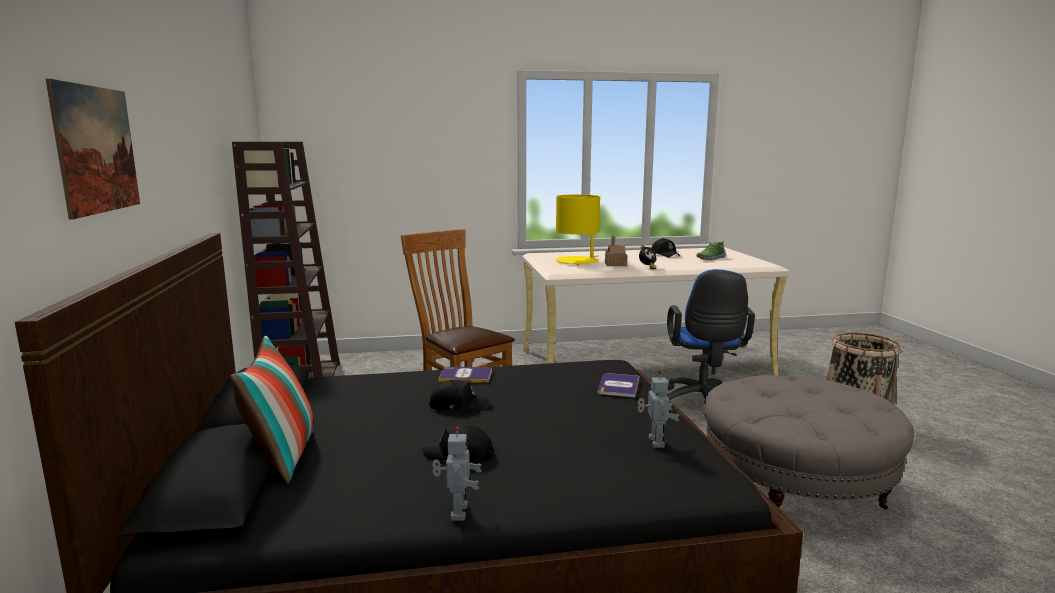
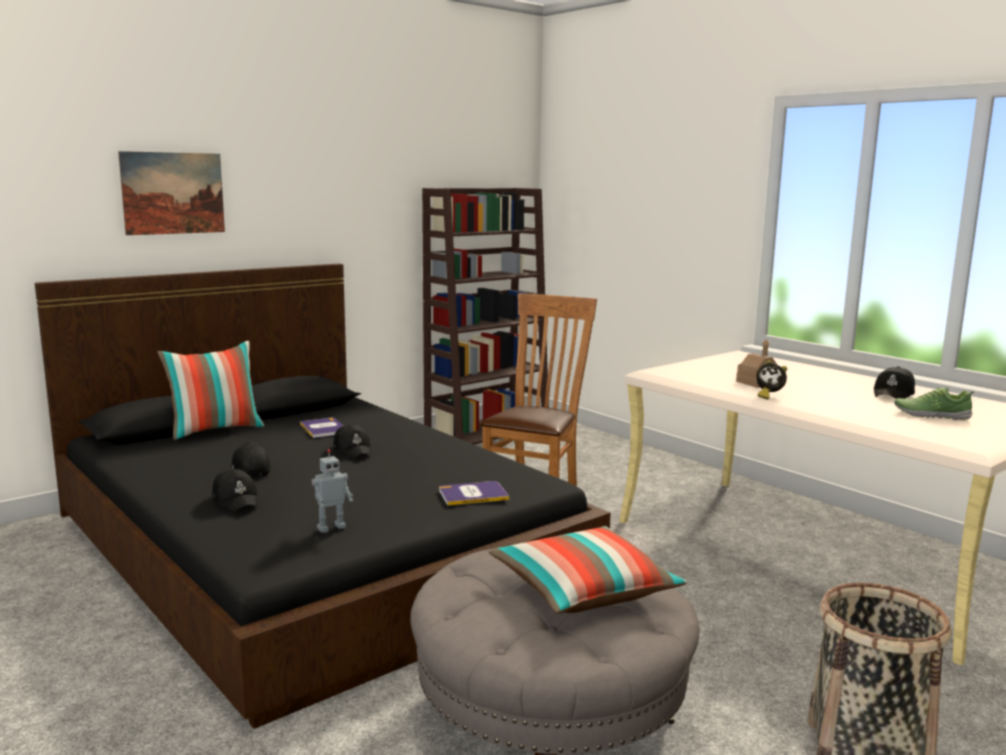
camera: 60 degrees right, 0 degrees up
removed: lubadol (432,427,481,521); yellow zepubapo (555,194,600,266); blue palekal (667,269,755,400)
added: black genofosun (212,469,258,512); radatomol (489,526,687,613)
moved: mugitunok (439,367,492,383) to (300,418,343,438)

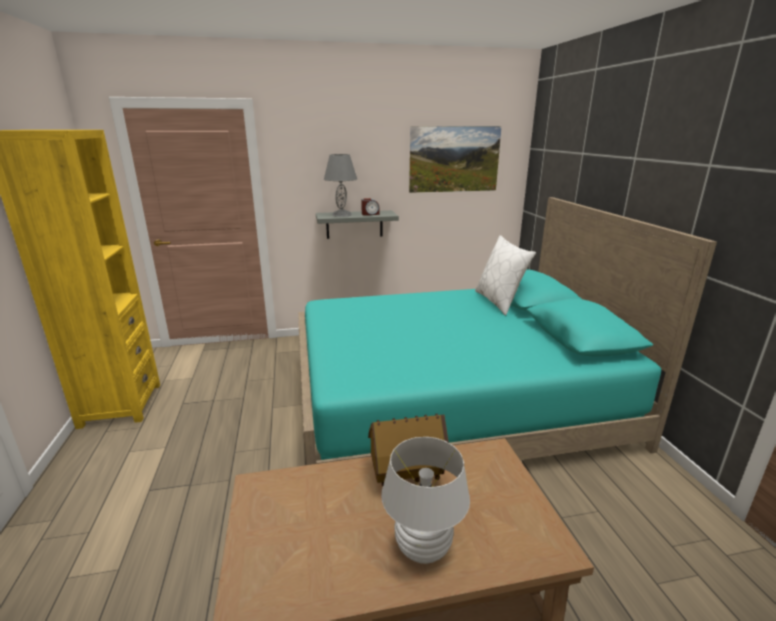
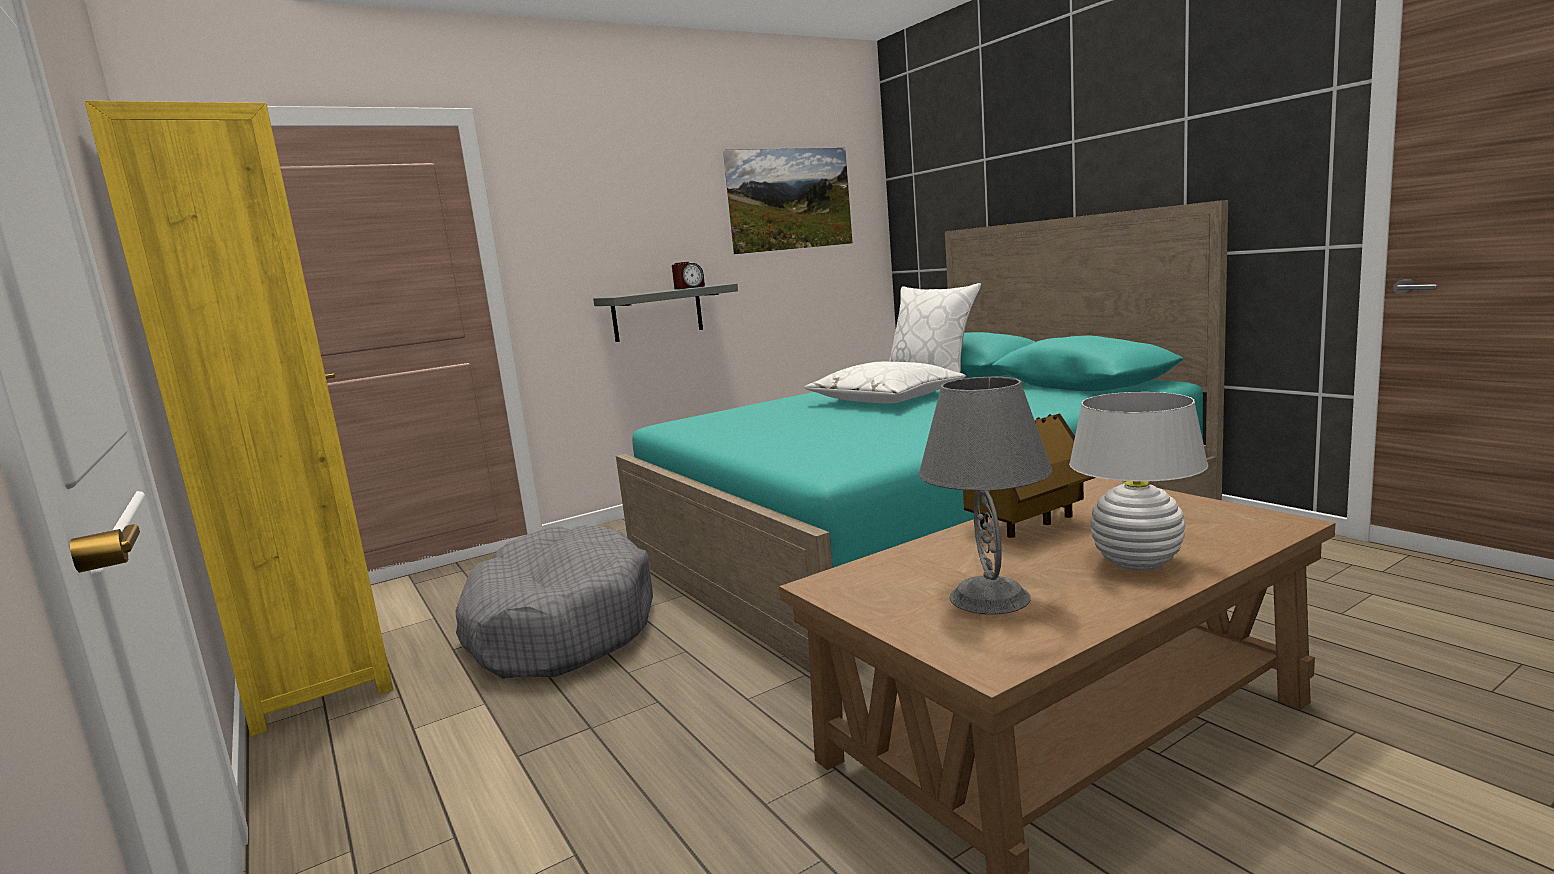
camera: 20 degrees left, 10 degrees down
added: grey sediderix (456,525,653,679); white radatomol (804,362,966,403)
moved: grey zepubapo (324,154,357,217) to (919,377,1052,615)

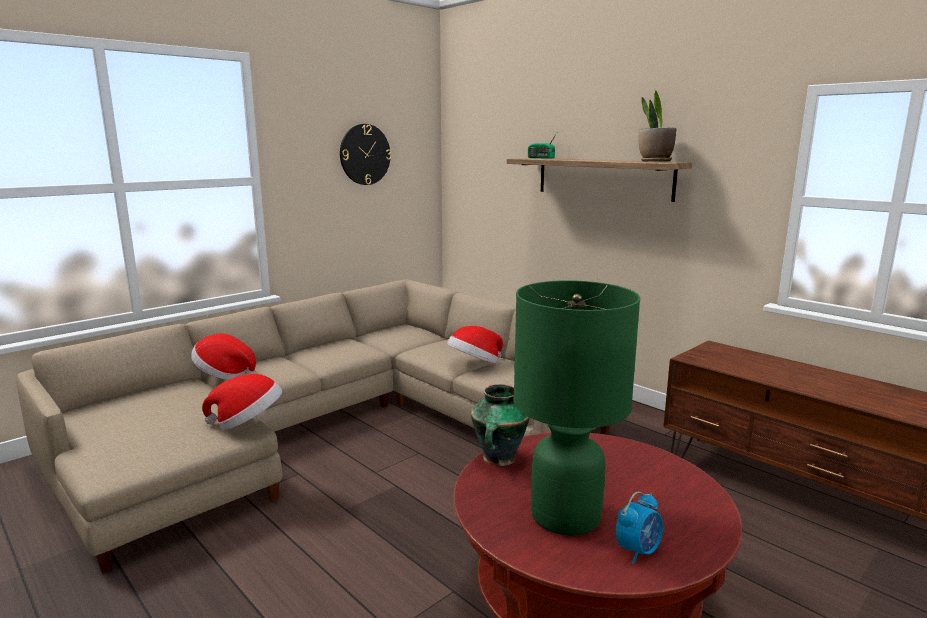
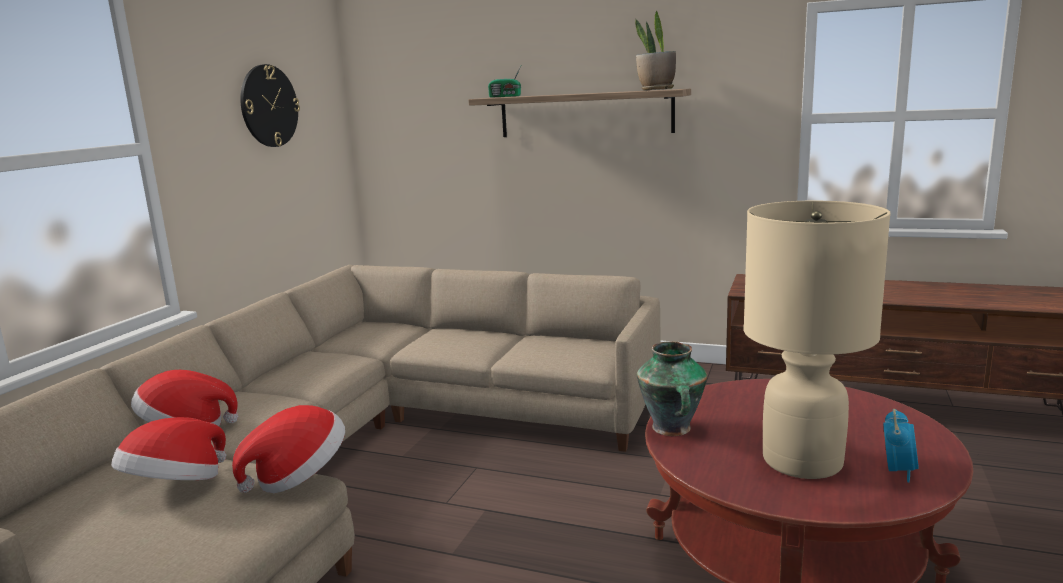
camera: 25 degrees left, 0 degrees up
moved: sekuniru (447,326,503,364) to (111,417,226,480)
recoloured: green zepubapo (514,280,640,536) to beige zepubapo (744,201,891,479)

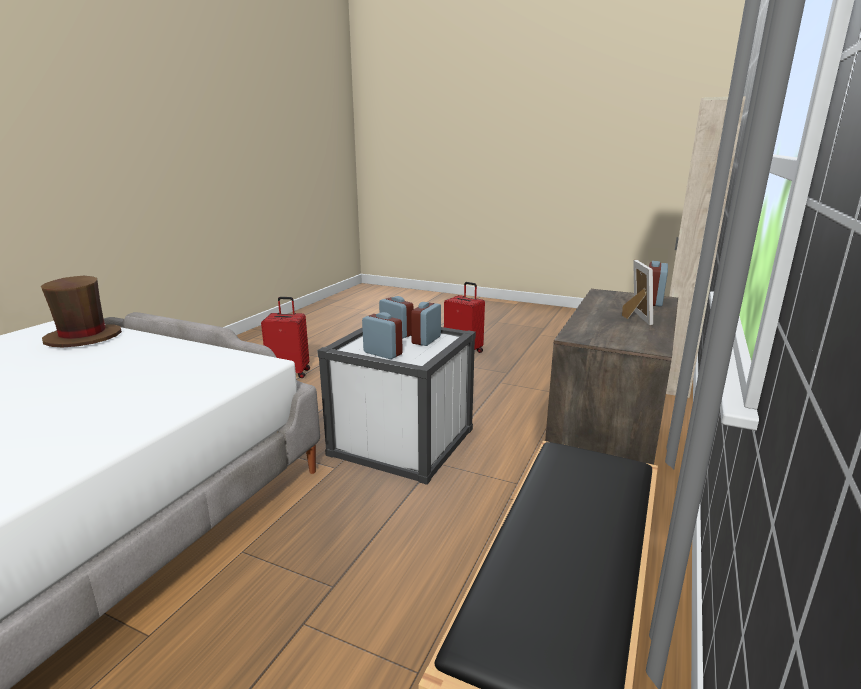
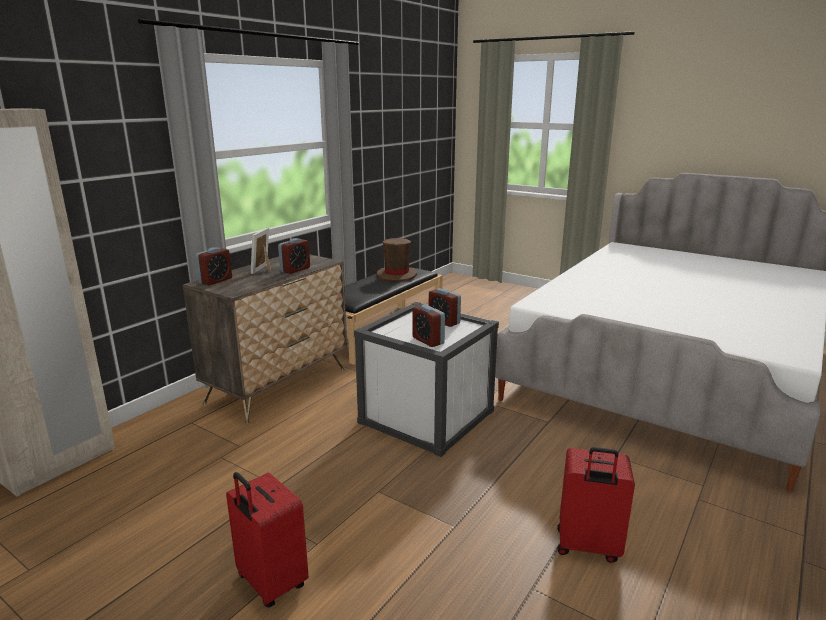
camera: 170 degrees left, 0 degrees up
moved: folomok (411,302,441,346) to (278,238,310,274); brown sekuniru (41,276,122,347) to (377,238,417,282)

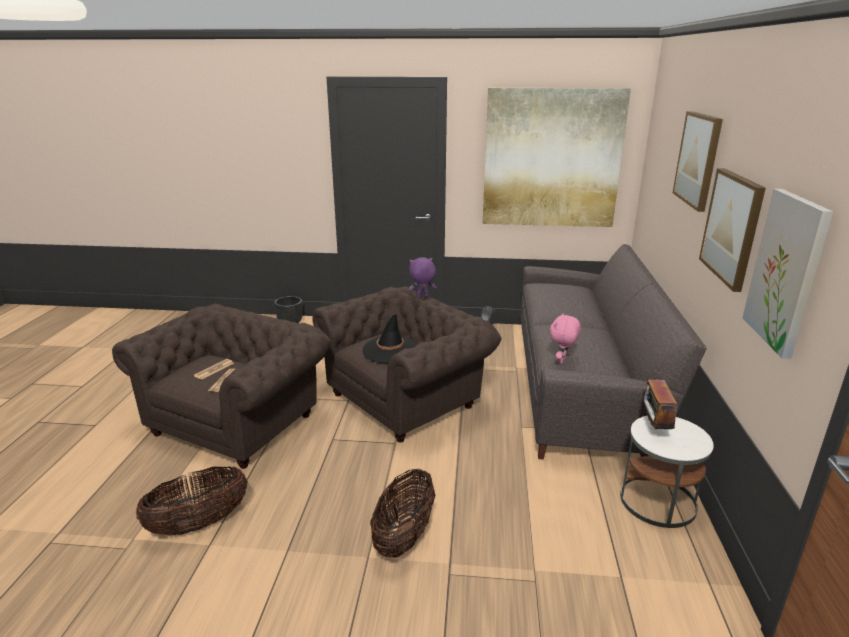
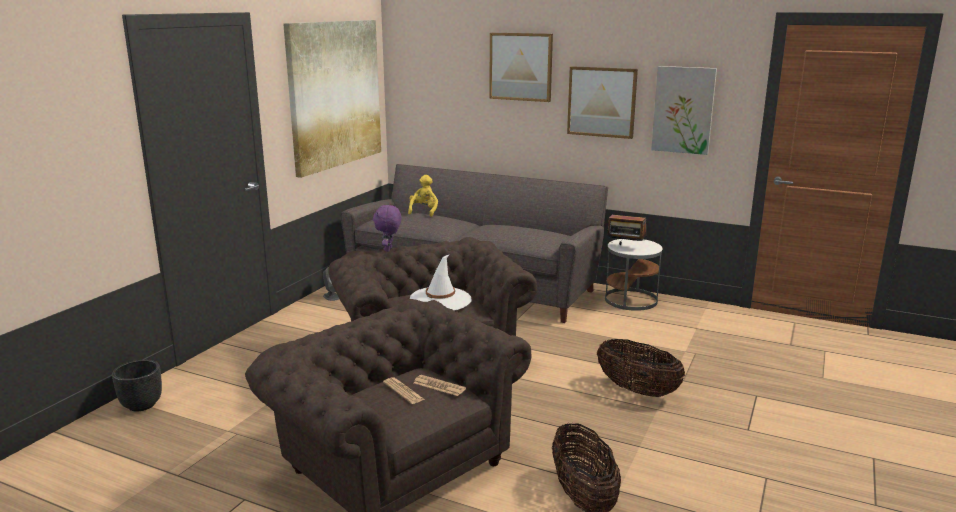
camera: 70 degrees left, 5 degrees down
removed: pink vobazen (550,313,581,364)
added: yellow vobazen (408,175,438,217)
recoloured: black sekuniru (362,314,417,363) to white sekuniru (410,254,471,311)

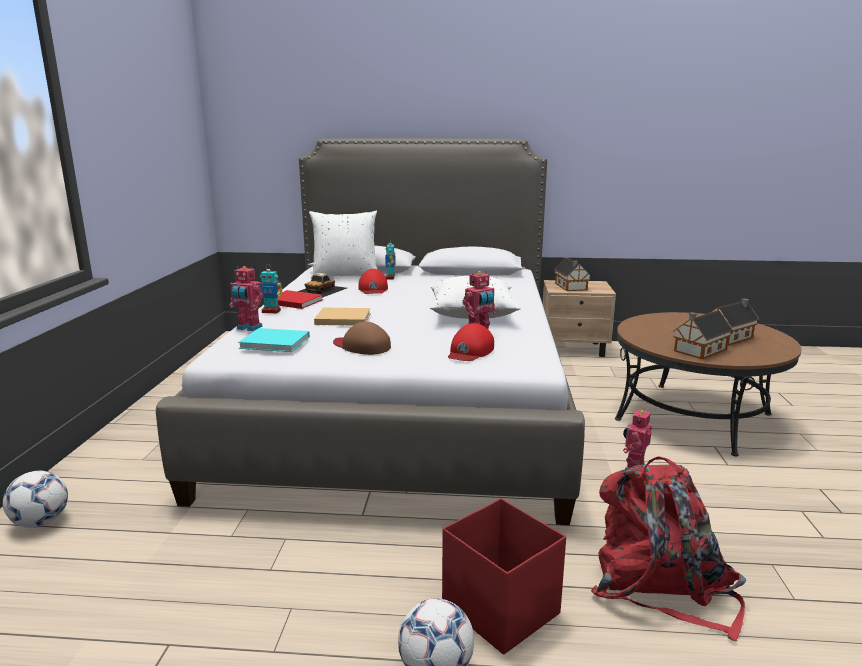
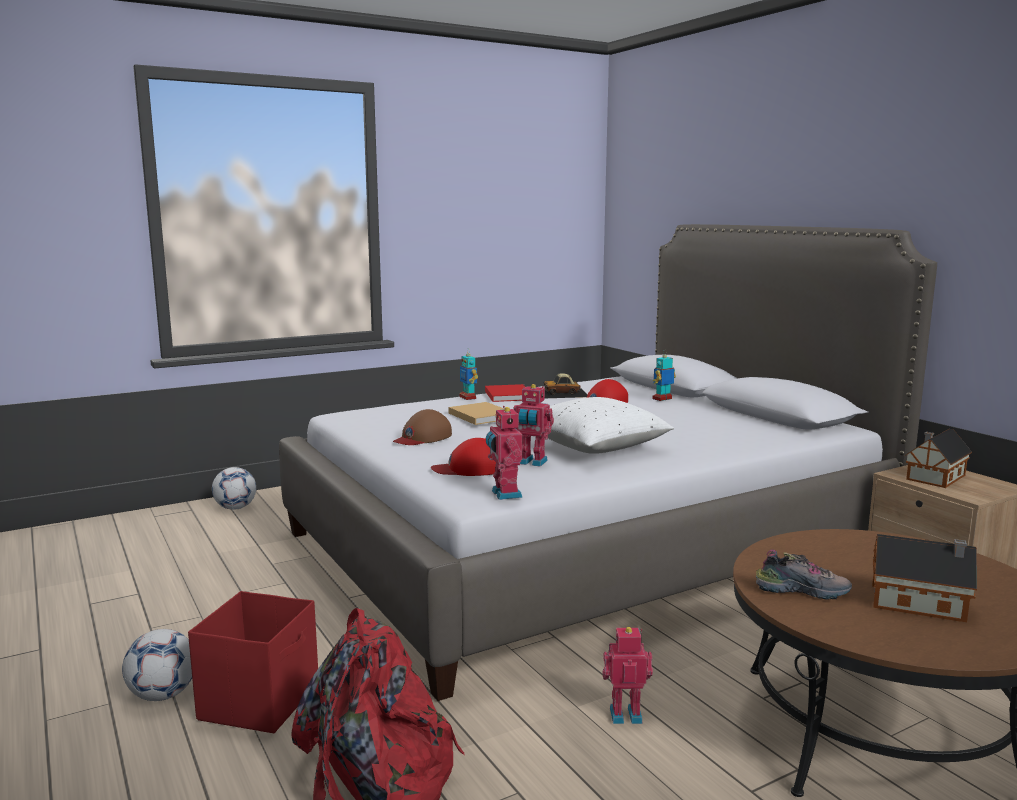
camera: 55 degrees right, 5 degrees down
removed: turquoise mugitunok (238,328,310,352); white radatomol (309,211,378,279)
moved: lubadol (229,266,263,331) to (486,406,523,500)
replaced: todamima (673,310,733,359) to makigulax (756,550,852,600)
turned: brown genofosun (333,321,391,355) = (393,409,452,445) 135 degrees counterclockwise

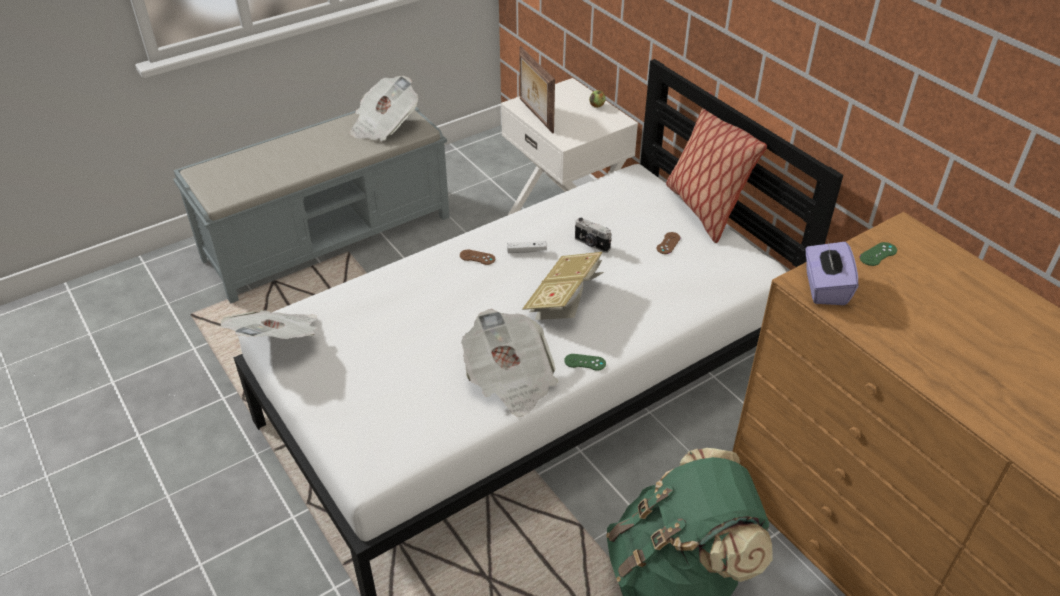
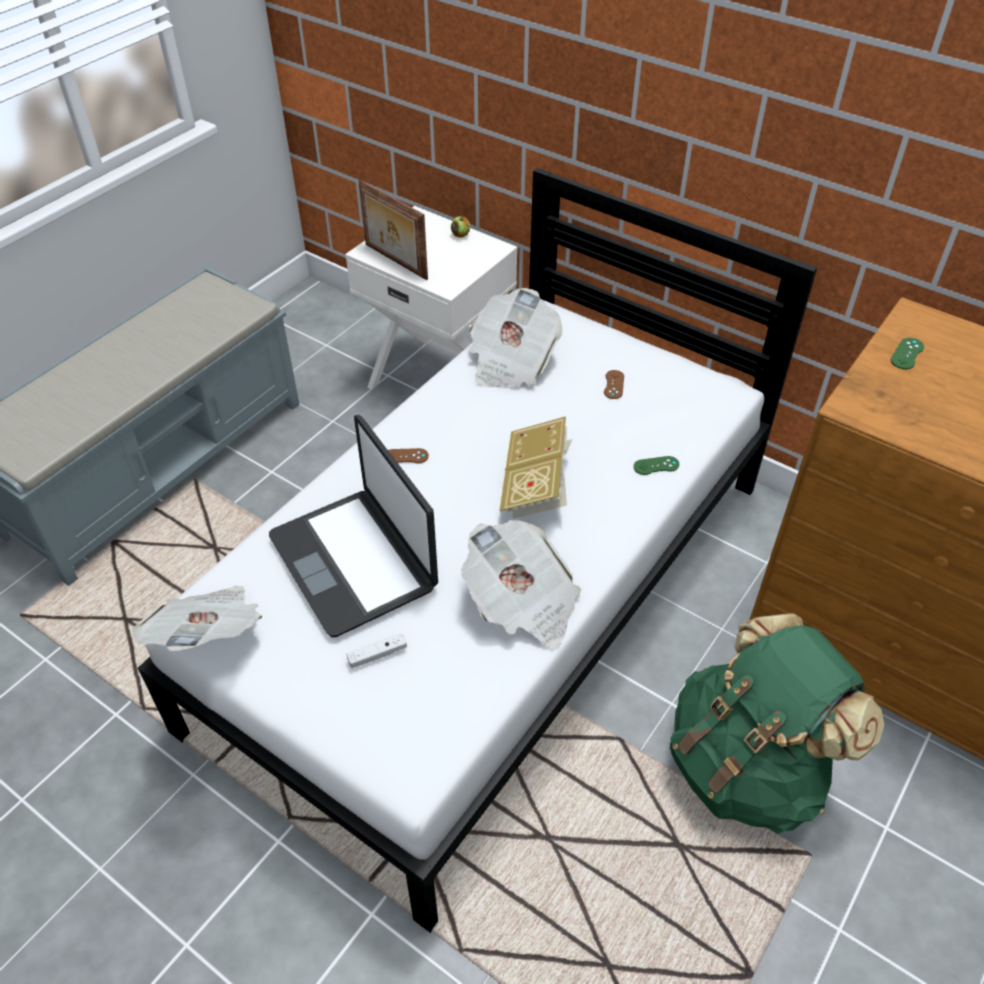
camera: 20 degrees left, 5 degrees up
removed: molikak (575,218,612,253); radatomol (666,92,767,243); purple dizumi (806,242,858,305)
added: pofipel (269,415,438,638)
moved: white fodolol (507,241,547,253) to (346,633,407,668); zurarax (349,76,418,141) to (469,288,563,388); green fodolol (564,354,606,371) to (634,456,679,475)

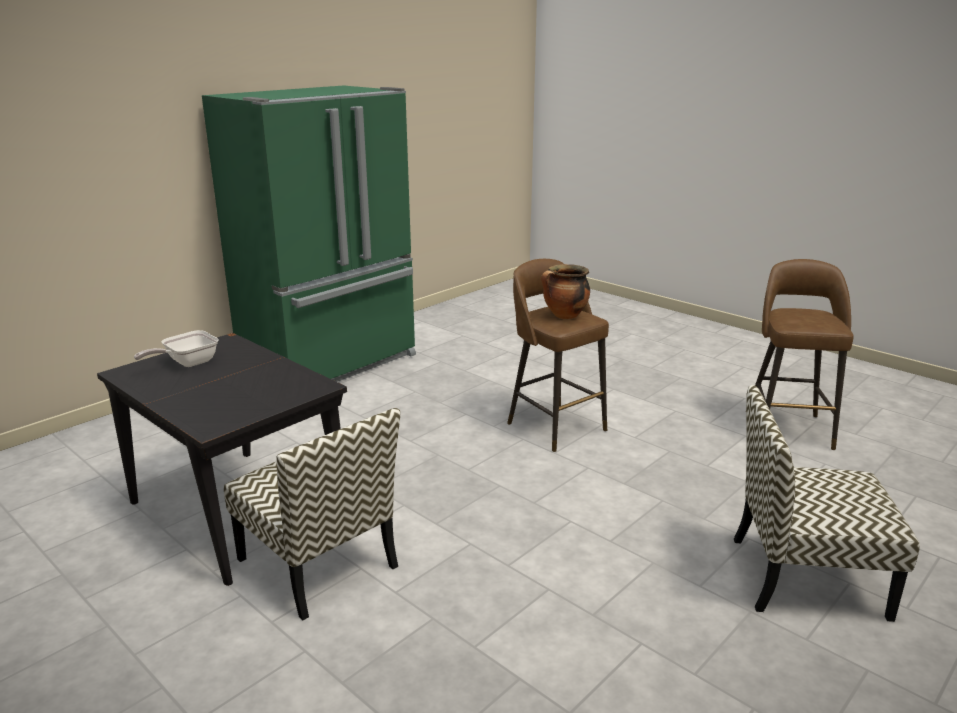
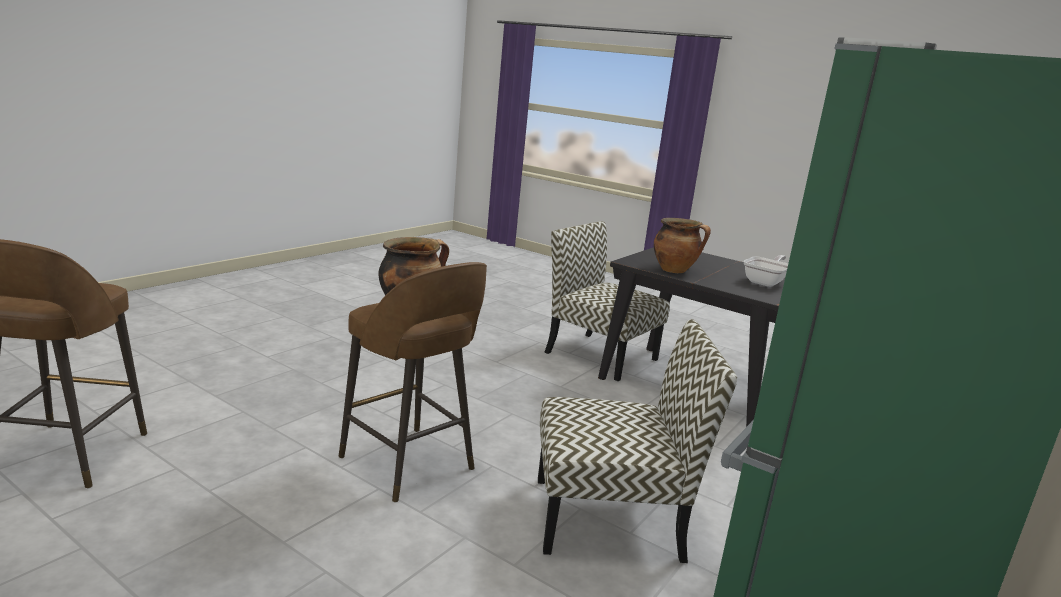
camera: 170 degrees right, 5 degrees down
added: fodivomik (654,218,711,273)
moved: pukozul (734,385,920,622) to (538,319,737,563)

